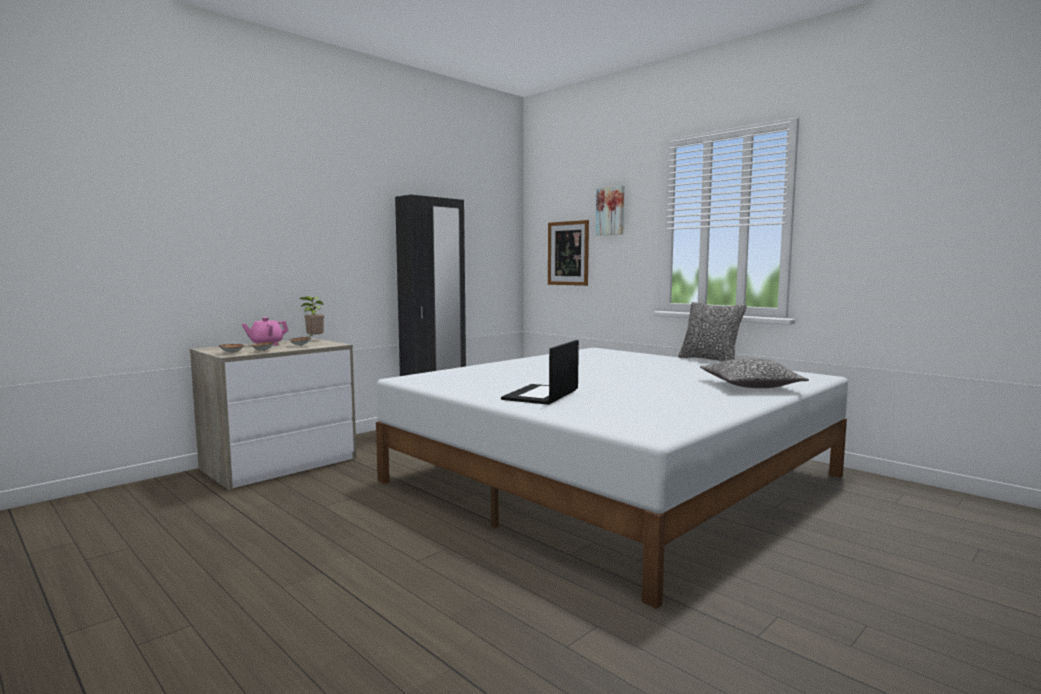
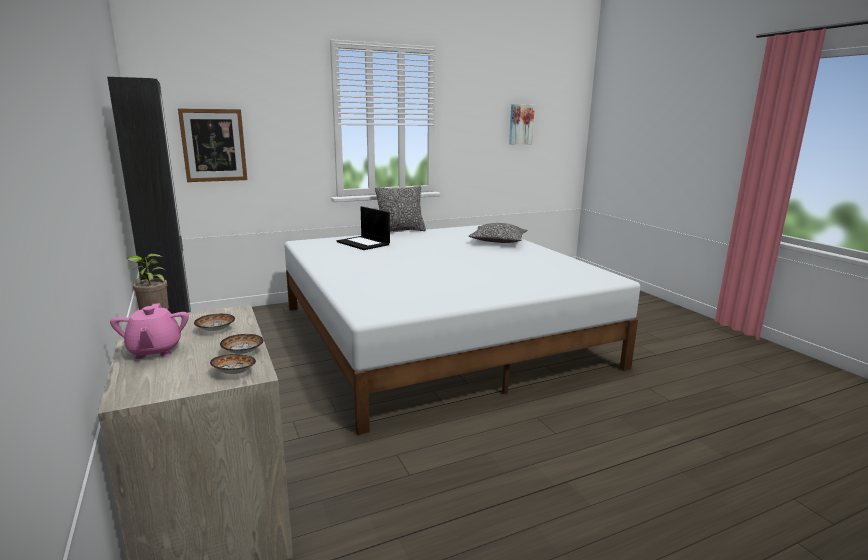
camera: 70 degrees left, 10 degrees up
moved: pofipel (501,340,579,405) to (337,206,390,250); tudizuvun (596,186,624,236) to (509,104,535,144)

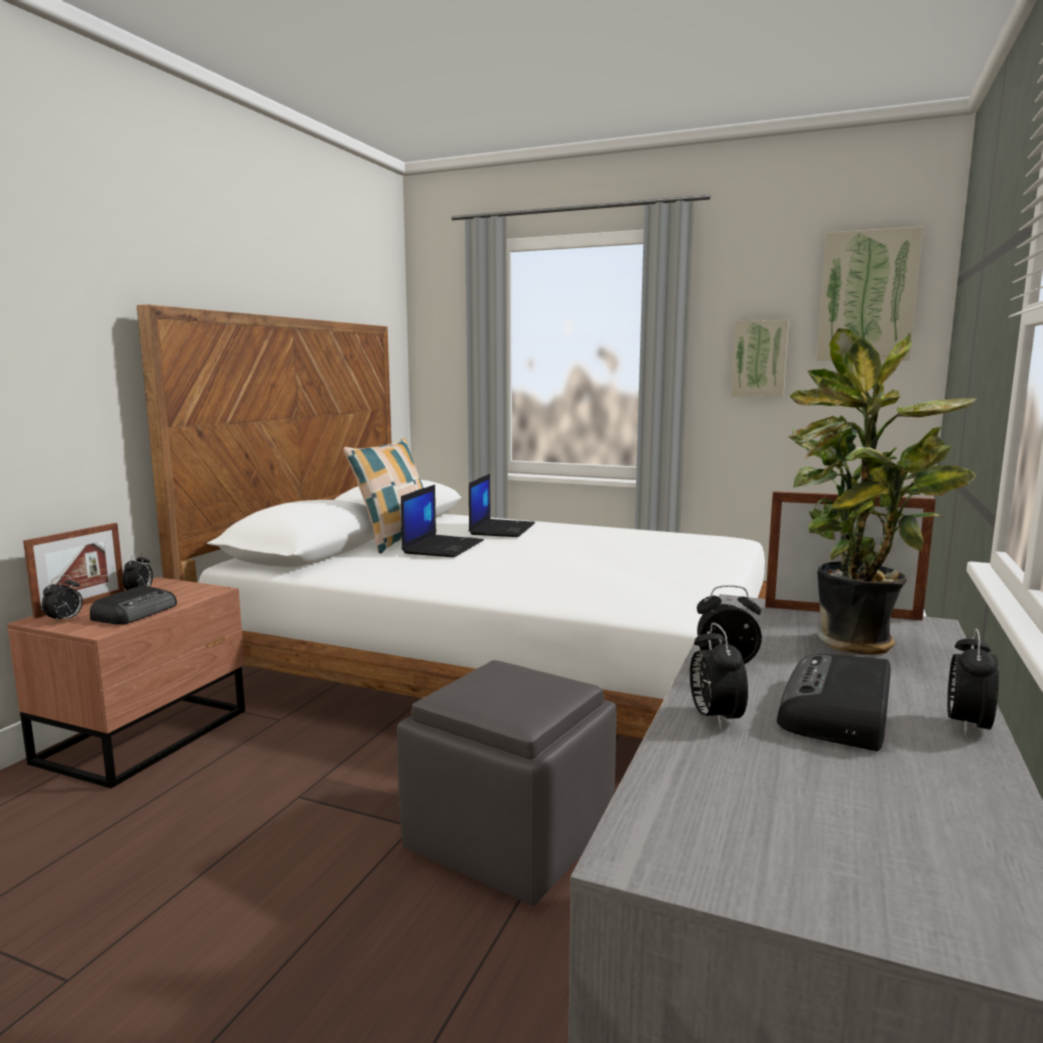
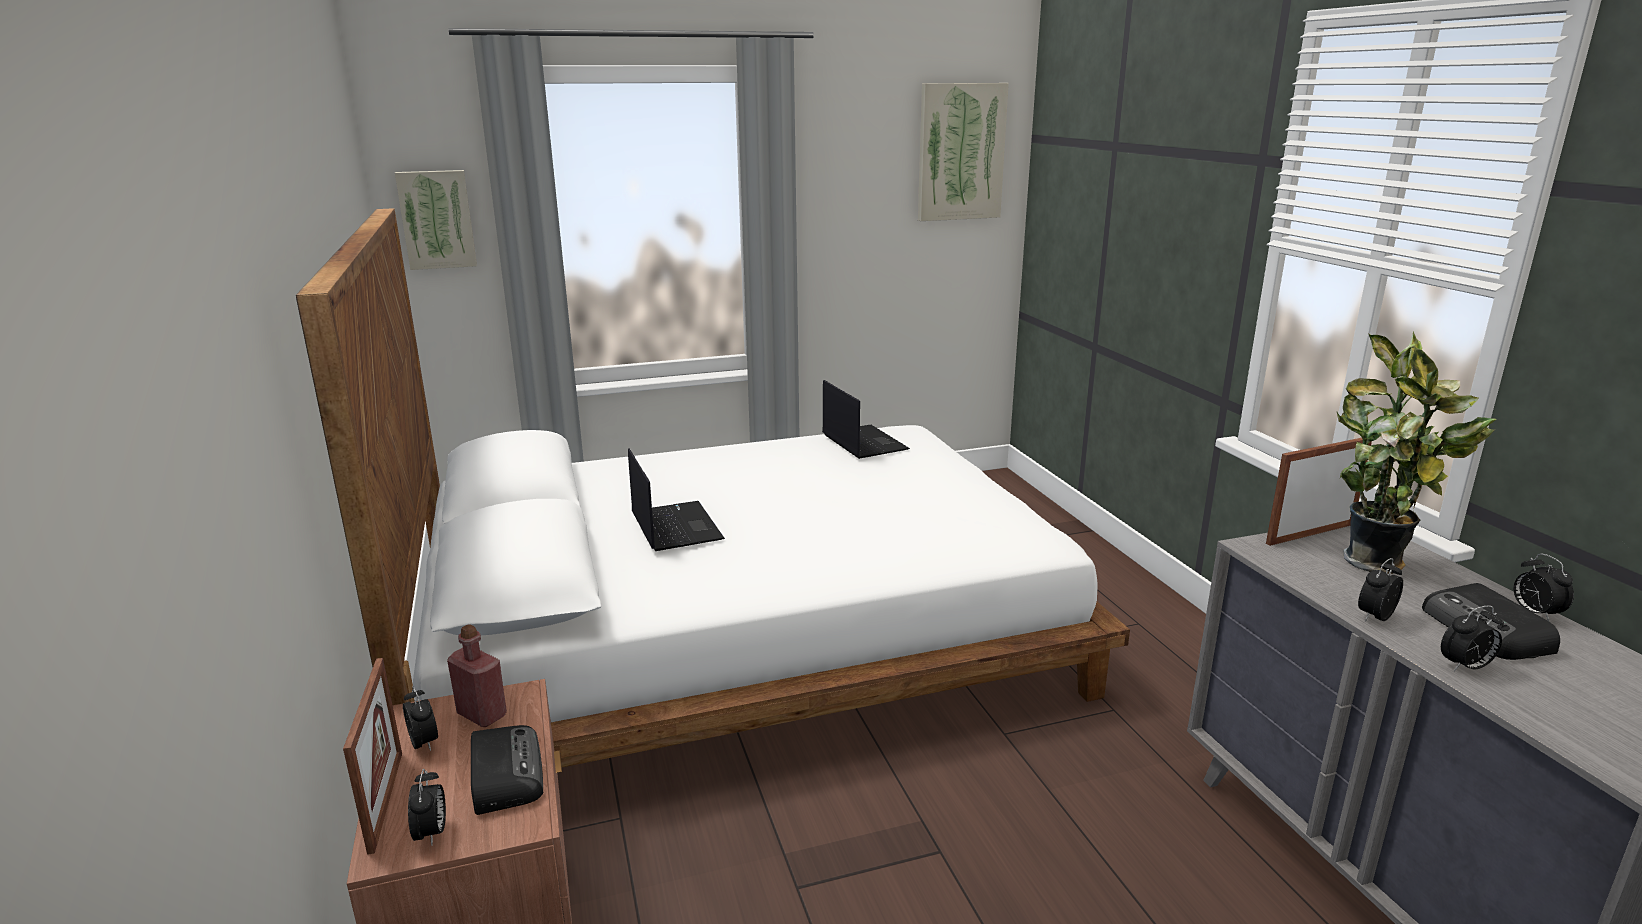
camera: 40 degrees left, 10 degrees up
removed: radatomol (343,438,424,554); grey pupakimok (397,660,616,906)
added: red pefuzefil (447,625,507,727)
moved: tudizuvun (731,320,789,397) to (395,170,477,270); pofipel (469,474,535,537) to (822,380,910,459)
turned: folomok (690,623,748,730) = (1441,605,1504,671) 60 degrees counterclockwise

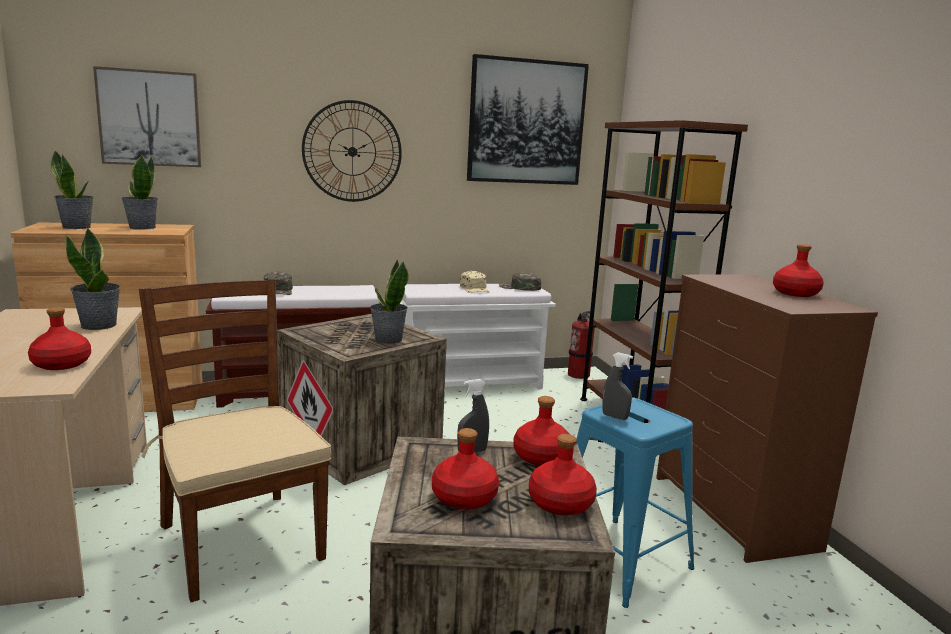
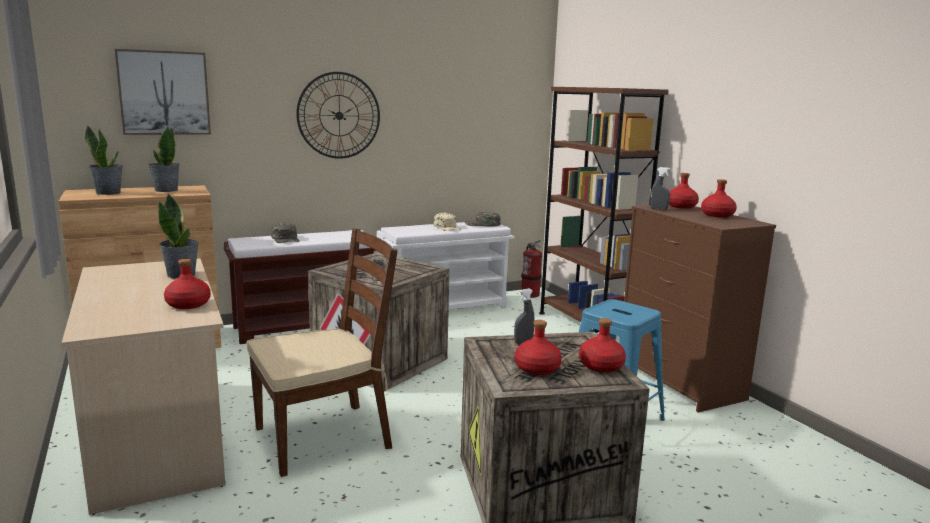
camera: 10 degrees left, 0 degrees up
removed: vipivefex (370,259,409,344); tudizuvun (467,54,589,185)
moved: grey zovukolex (602,352,633,420) to (650,167,671,210); red pefuzefil (513,396,569,466) to (669,173,699,209)
turned: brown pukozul (139,279,331,602) = (247,228,398,477) 105 degrees clockwise

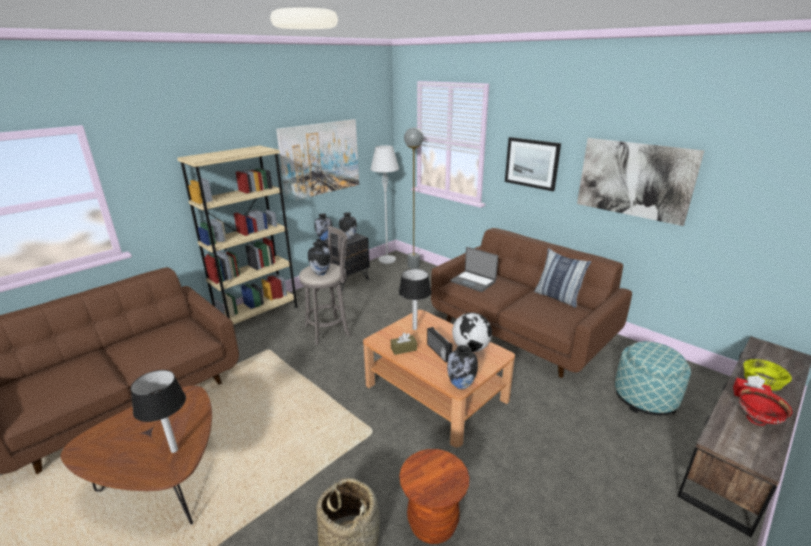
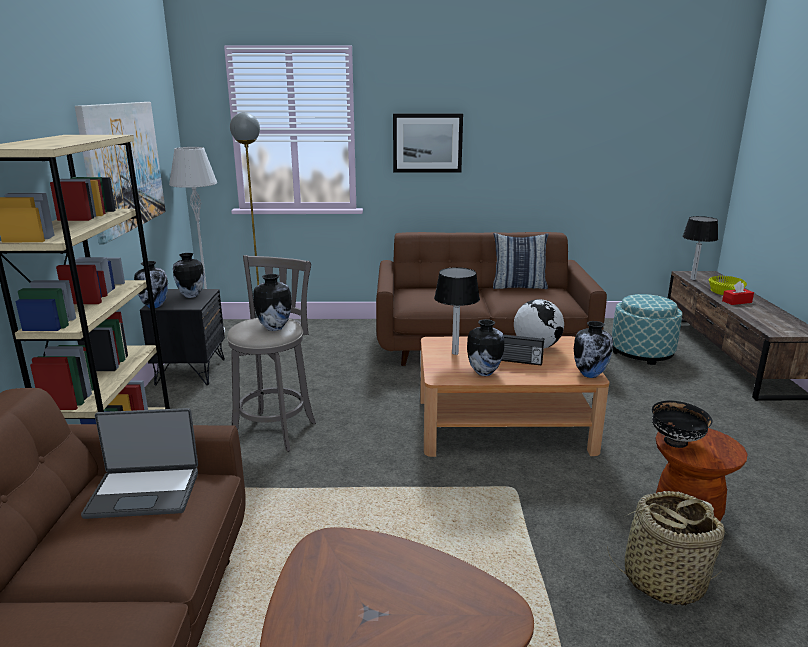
camera: 45 degrees left, 5 degrees down
removed: tudizuvun (577,138,705,226); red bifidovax (739,387,792,426)
added: black bifidovax (652,401,713,448)
moved: pofipel (450,247,498,292) to (81,408,198,519); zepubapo (131,370,186,453) to (682,216,718,280)
replaced: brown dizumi (391,333,417,355) to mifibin (467,319,504,376)

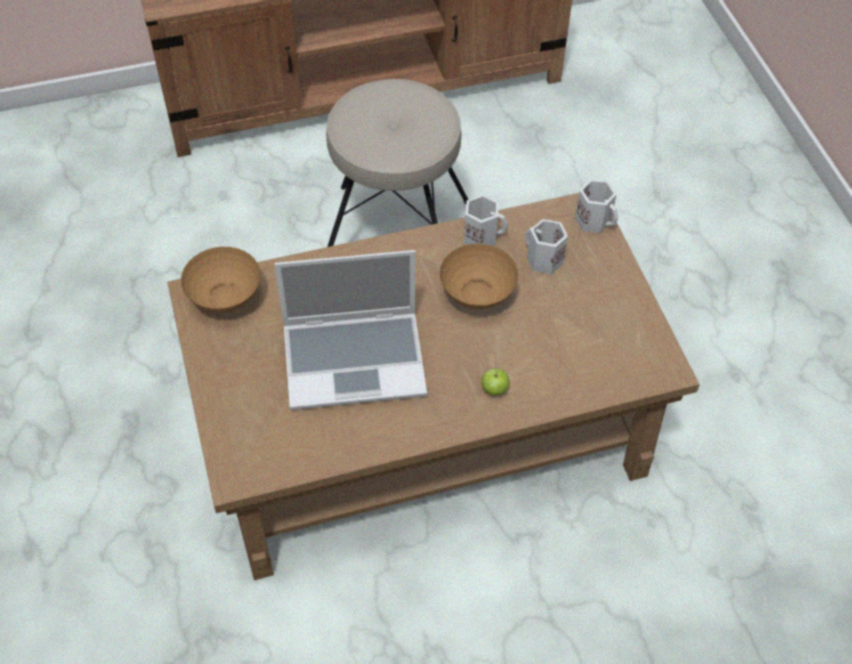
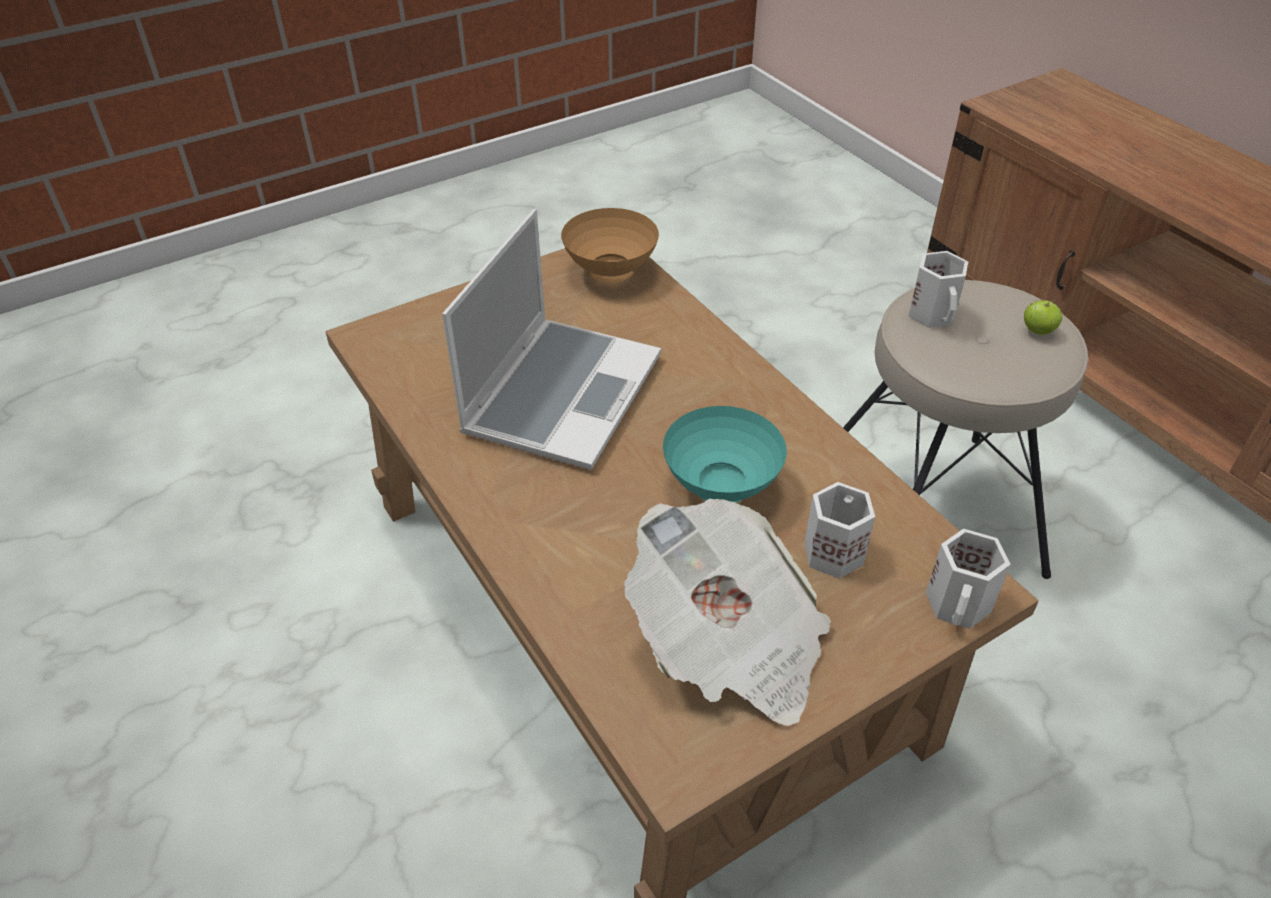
camera: 75 degrees right, 10 degrees down
added: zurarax (624,499,831,726)
moved: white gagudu (464,195,508,246) to (909,251,968,328); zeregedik (481,368,510,396) to (1024,300,1063,335)
recoloured: brown bifidovax (440,244,518,309) to turquoise bifidovax (663,406,787,503)
turned: pofipel (275,250,427,410) = (442,209,661,470) 135 degrees counterclockwise

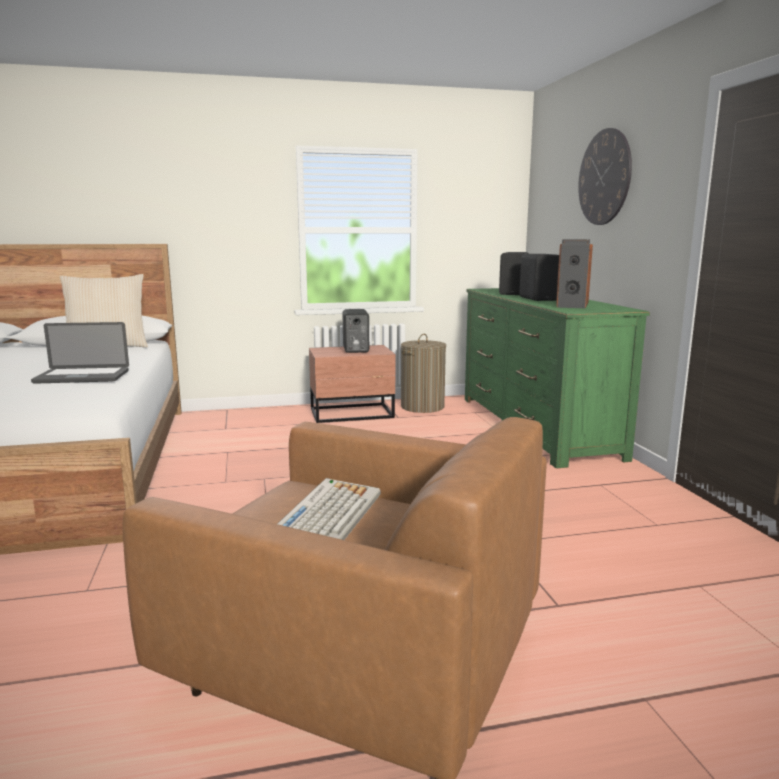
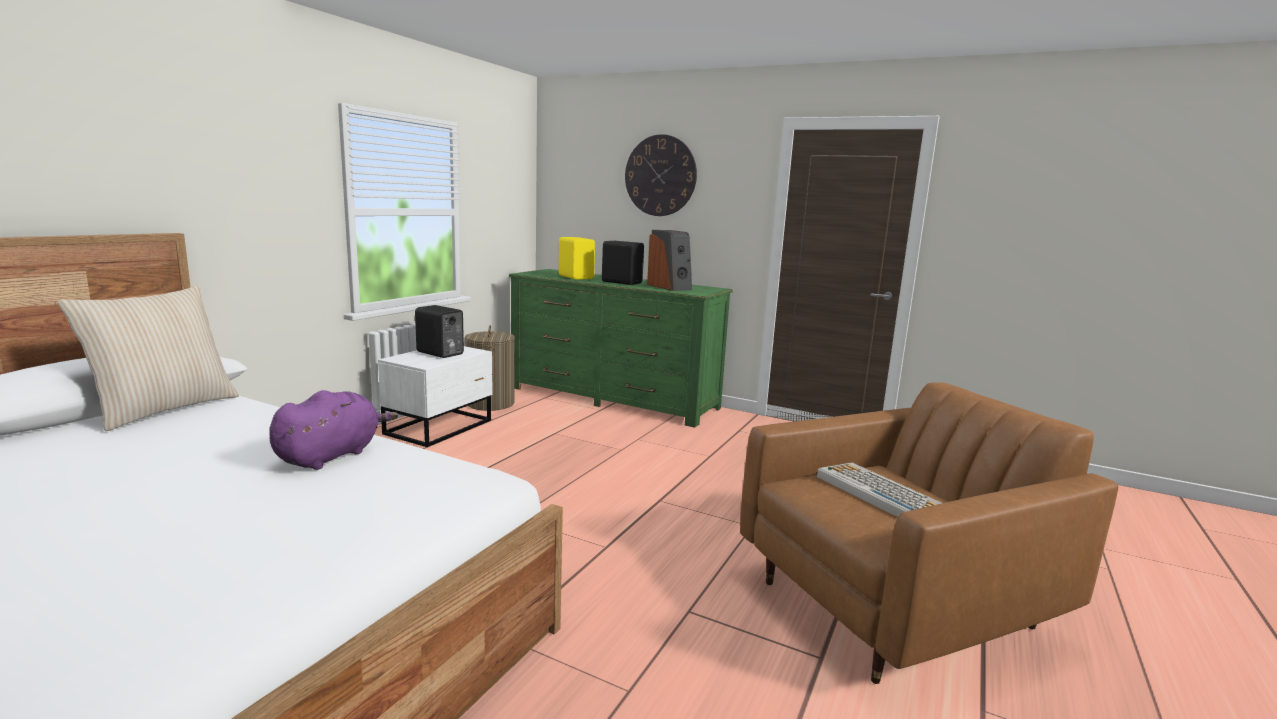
camera: 50 degrees left, 0 degrees up
replaced: pofipel (31,322,129,384) to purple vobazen (269,390,398,470)
recoloured: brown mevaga (309,345,395,423) to white mevaga (378,346,492,447); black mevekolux (499,252,529,295) to yellow mevekolux (559,237,595,280)

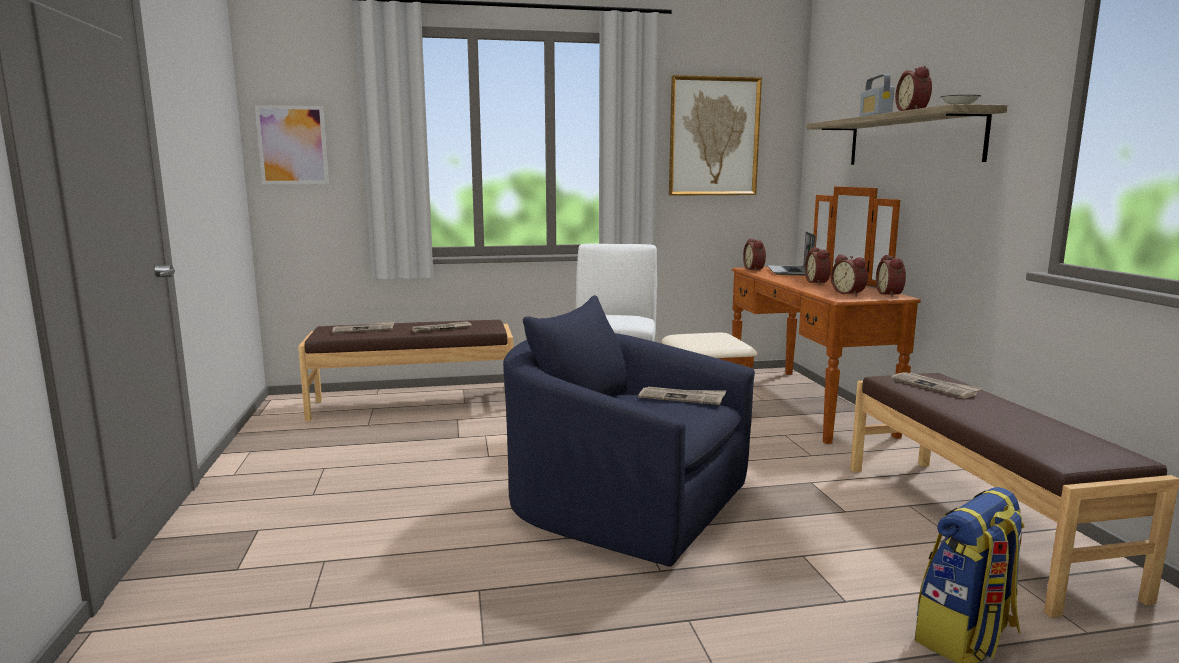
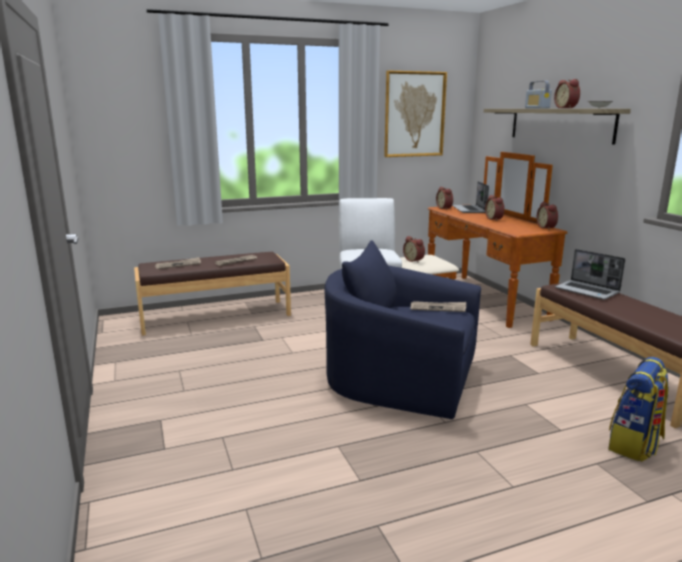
camera: 10 degrees left, 5 degrees up
removed: tudizuvun (255,105,329,184)
moved: folomok (831,255,868,296) to (403,236,425,263)
replaced: zurarax (891,372,982,399) to pofipel (555,249,625,300)

